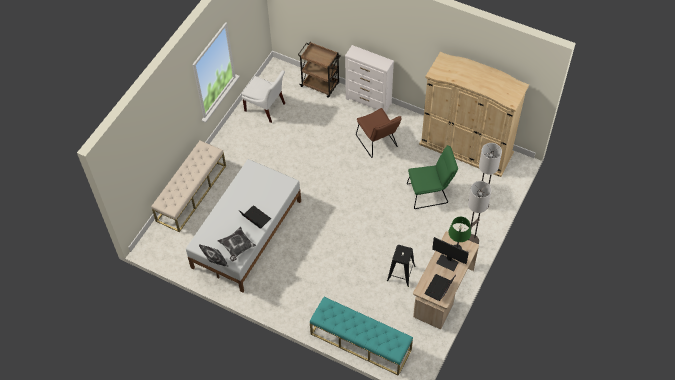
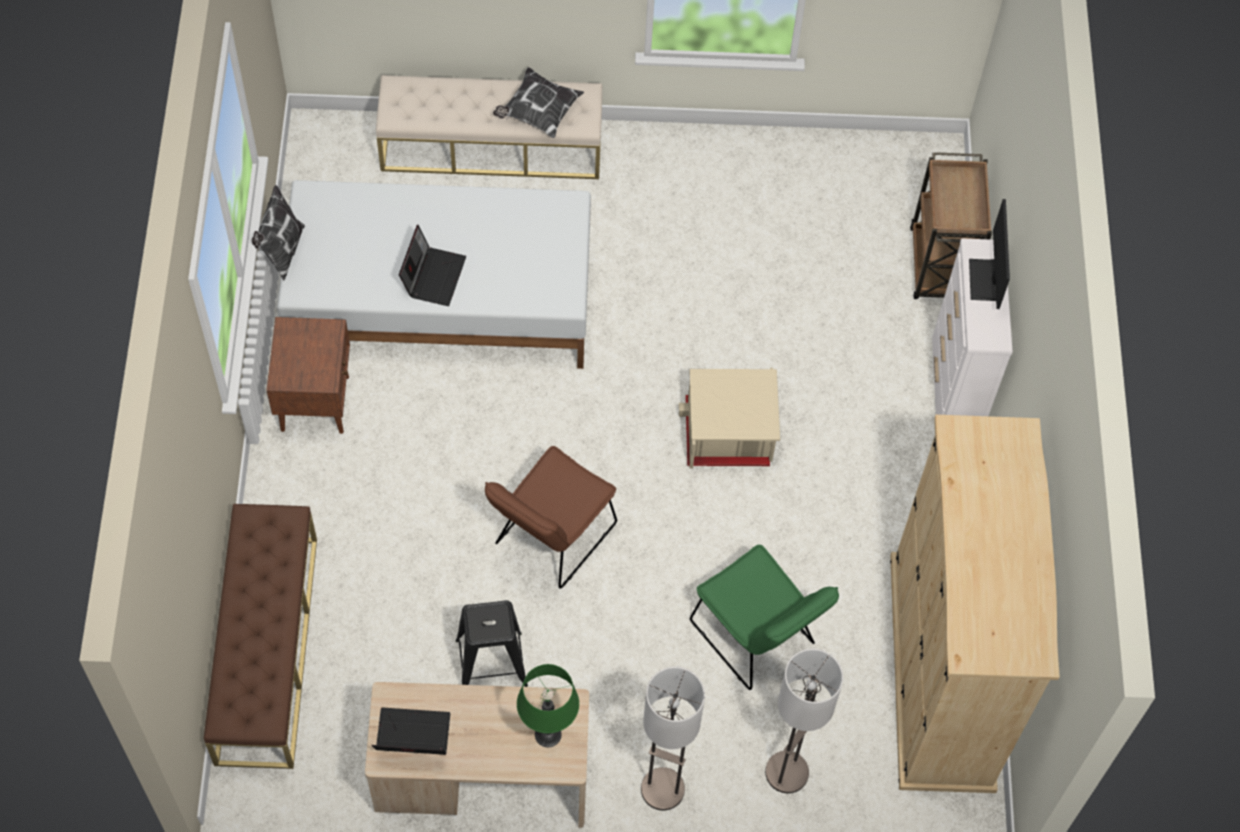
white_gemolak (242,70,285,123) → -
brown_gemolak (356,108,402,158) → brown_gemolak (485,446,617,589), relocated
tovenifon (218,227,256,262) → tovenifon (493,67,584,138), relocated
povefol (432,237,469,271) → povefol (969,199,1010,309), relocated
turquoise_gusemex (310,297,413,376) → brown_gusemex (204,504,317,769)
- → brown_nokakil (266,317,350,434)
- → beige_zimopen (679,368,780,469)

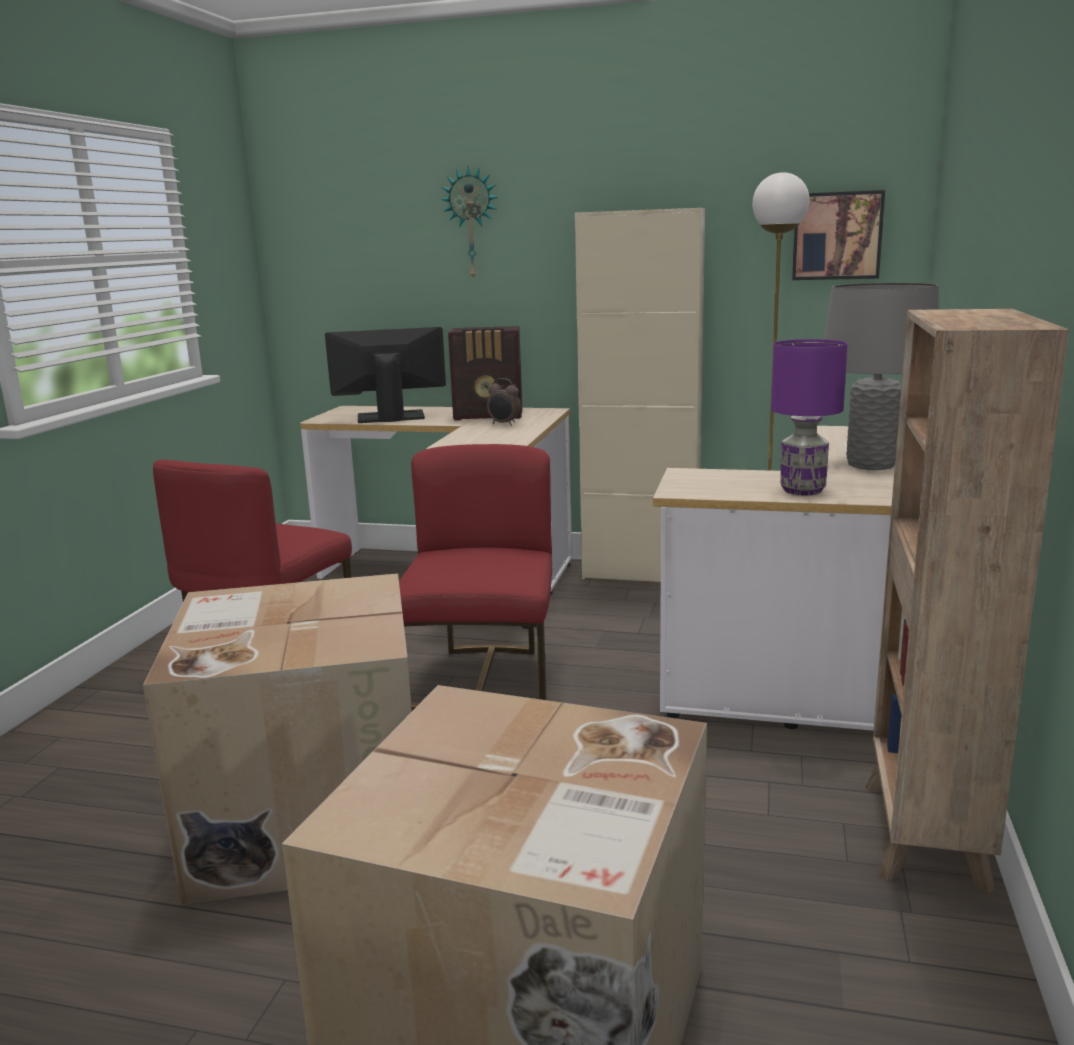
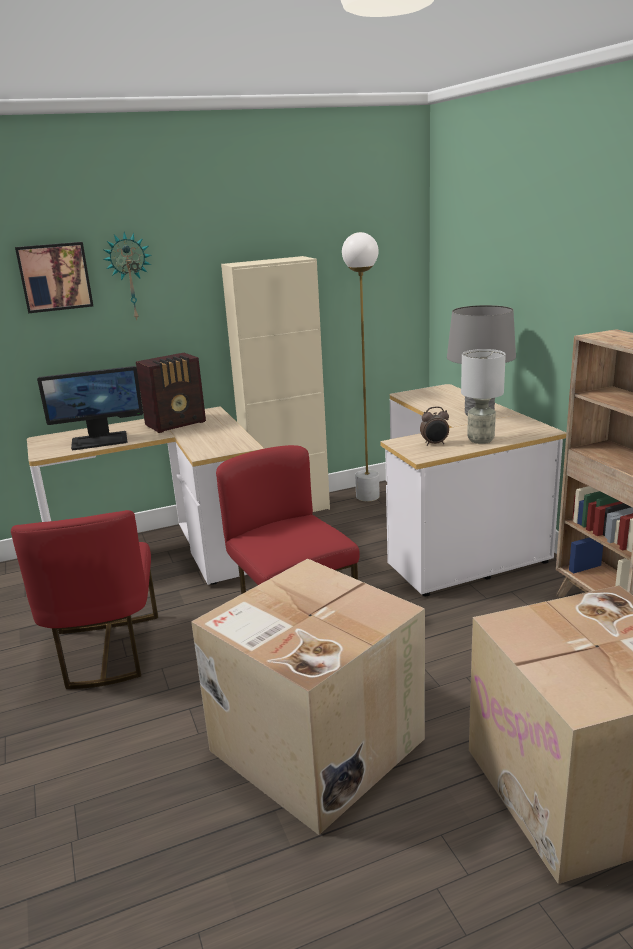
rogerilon (792,190,885,280) → rogerilon (15,242,93,313), relocated
povefol (325,327,446,423) → povefol (37,366,143,450), 150 degrees counterclockwise
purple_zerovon (771,339,848,496) → grey_zerovon (461,349,506,444)
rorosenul (487,378,521,425) → rorosenul (420,406,449,446), relocated

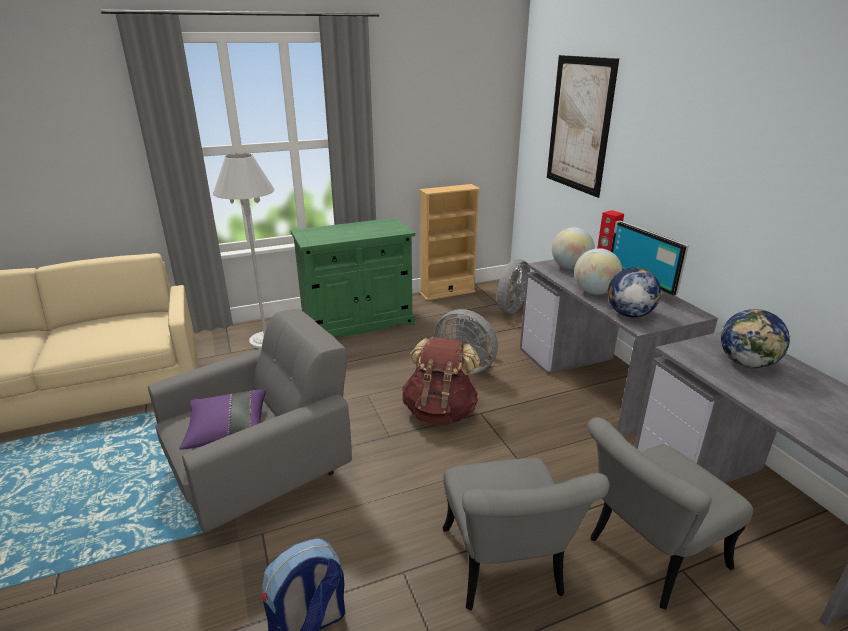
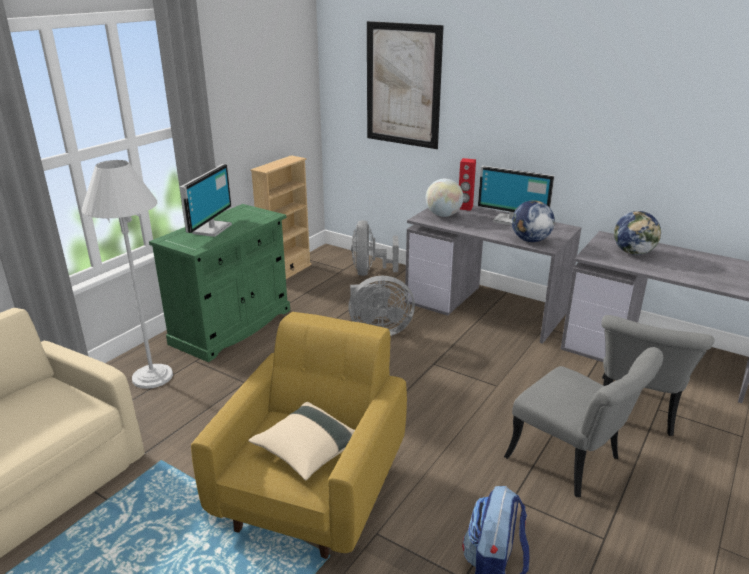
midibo (574,248,622,295) → -
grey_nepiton (148,309,352,533) → yellow_nepiton (191,312,407,559)
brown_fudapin (402,337,480,425) → -
purple_tovenifon (179,390,266,450) → beige_tovenifon (248,402,355,480)
- → povefol (179,164,232,237)

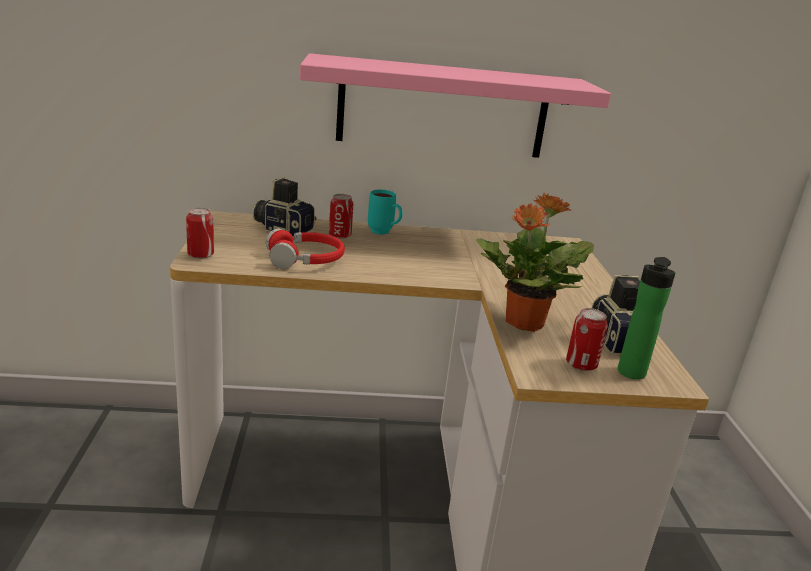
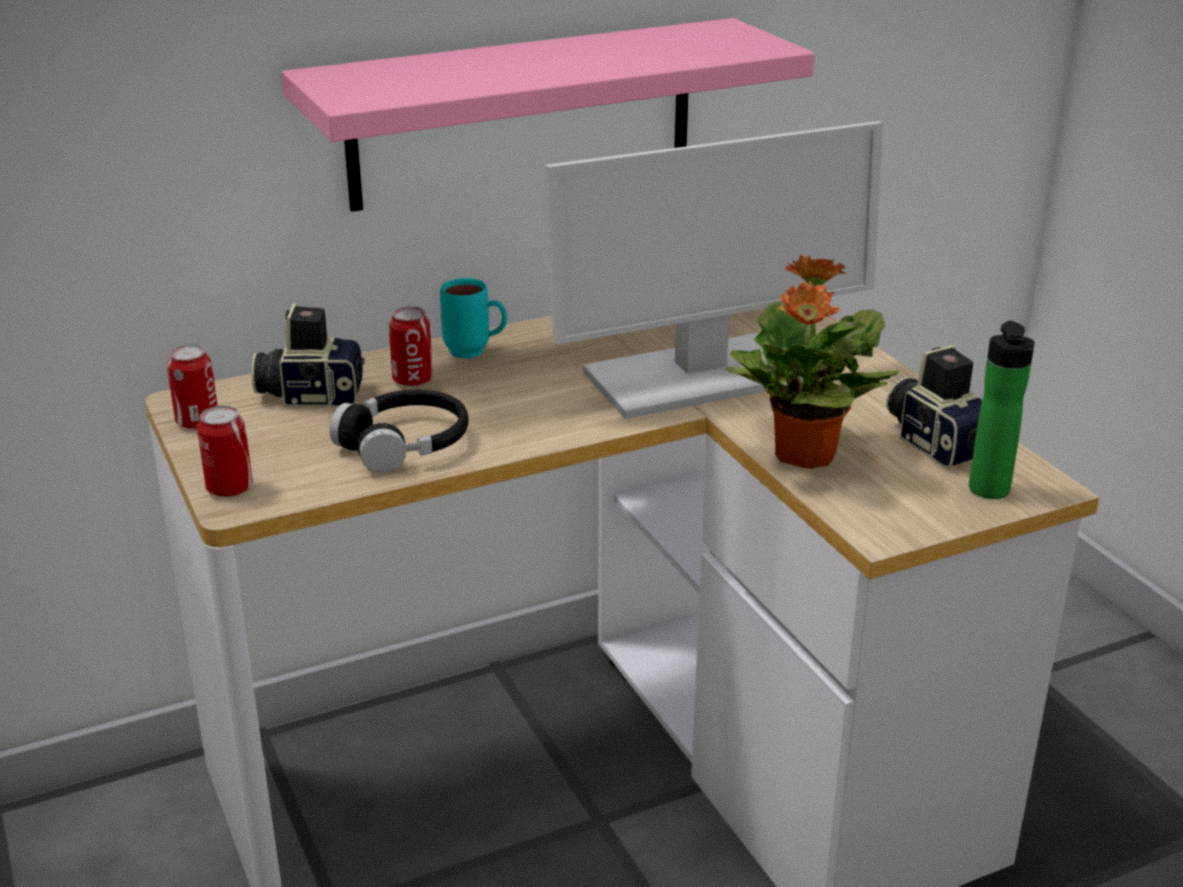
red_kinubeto (266,228,345,269) → black_kinubeto (330,389,469,473)
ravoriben (566,308,608,371) → ravoriben (167,344,218,429), relocated
- → povefol (545,121,883,419)

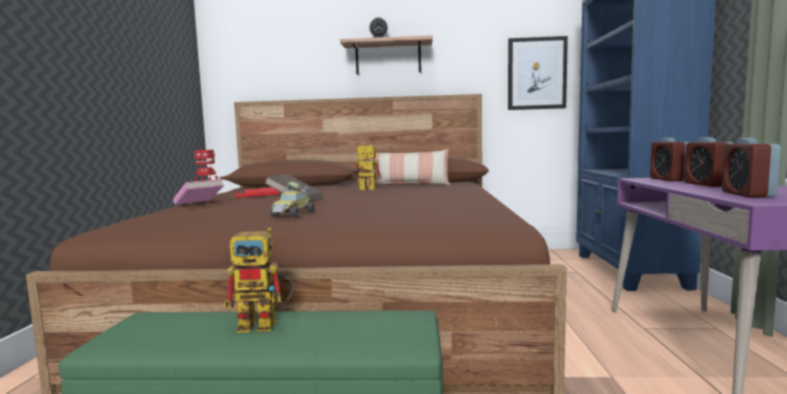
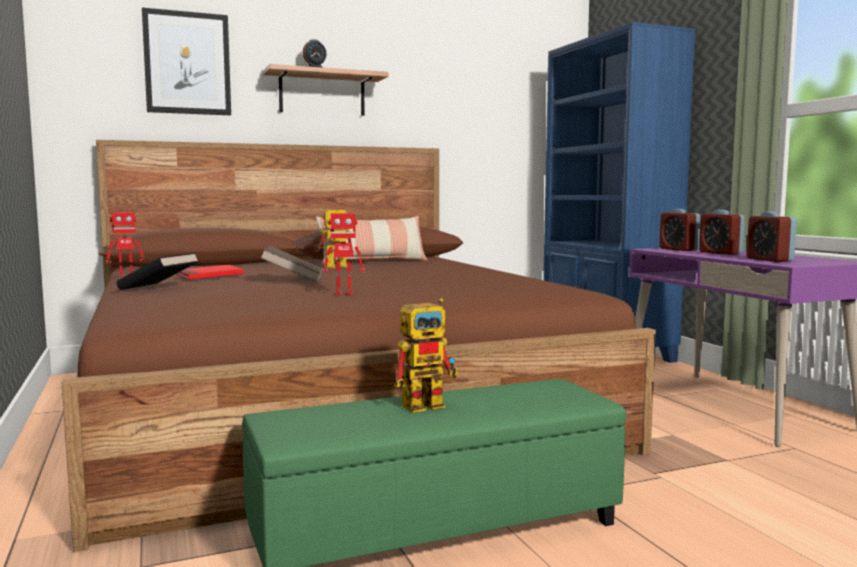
rogerilon (508,36,568,110) → rogerilon (142,8,231,115), relocated
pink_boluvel (173,179,224,205) → black_boluvel (116,253,199,290)
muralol (270,182,315,217) → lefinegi (323,213,365,295)

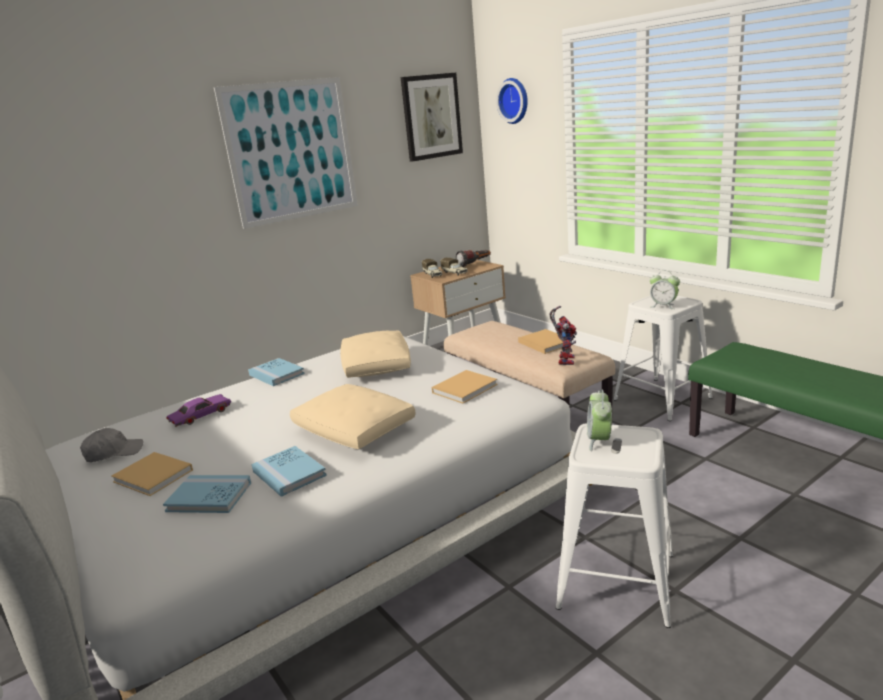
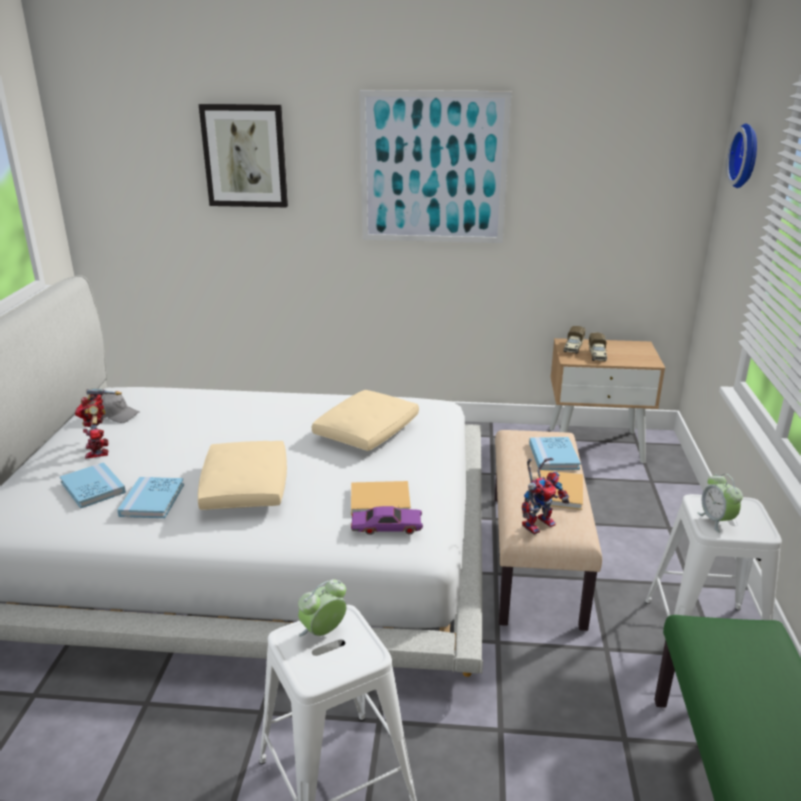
rogerilon (401,73,463,162) → rogerilon (199,104,288,208), relocated
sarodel (456,250,491,267) → -
blue_boluvel (248,358,304,386) → blue_boluvel (529,437,581,470), relocated
purple_muralol (166,394,231,427) → purple_muralol (351,506,423,535), relocated
beige_boluvel (111,452,193,496) → lefinegi (75,389,122,458)

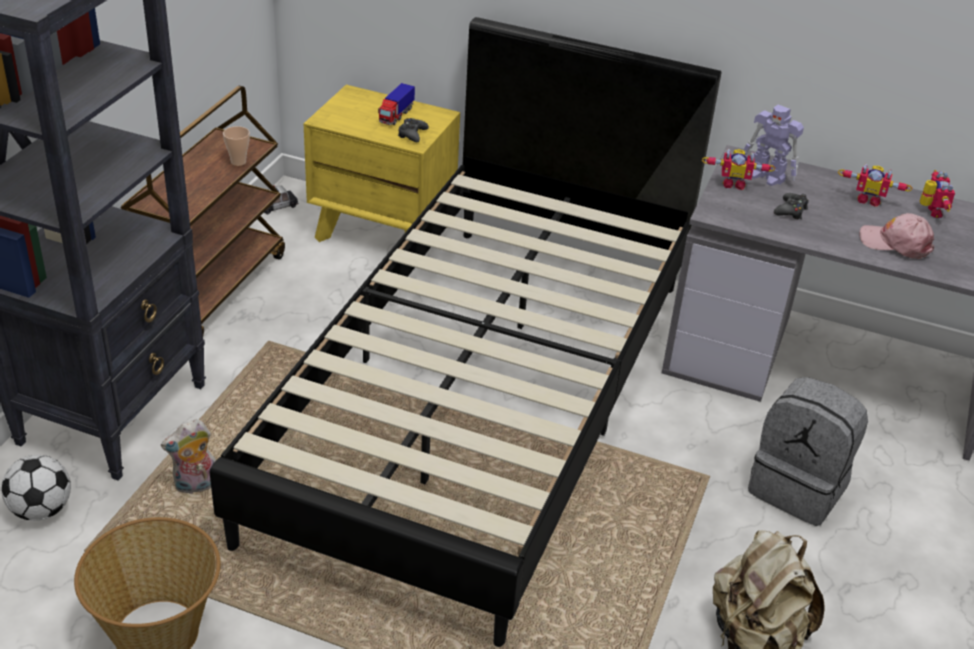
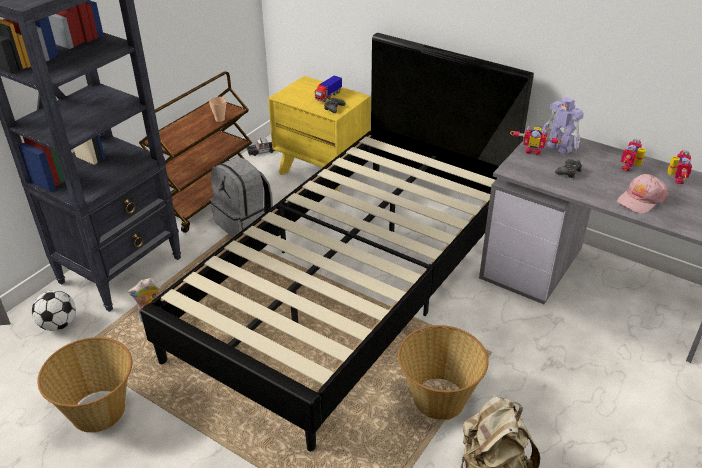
lefinegi (838,164,912,207) → lefinegi (621,139,646,171), 90 degrees clockwise
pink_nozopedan (860,213,934,259) → pink_nozopedan (617,174,669,214), 75 degrees counterclockwise
grey_fudapin (748,377,868,526) → grey_fudapin (210,156,273,237), relocated
- → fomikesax (398,325,488,420)

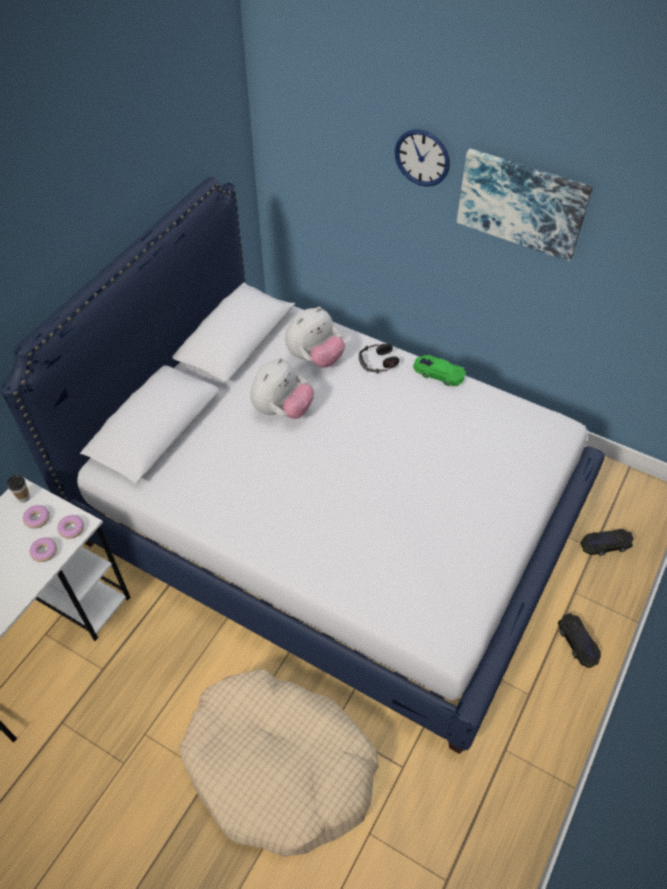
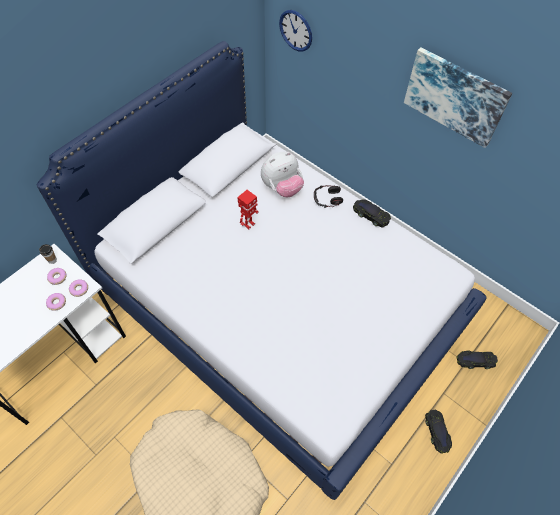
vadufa (395,129,450,187) → vadufa (279,10,312,52), relocated
green_muralol (413,355,466,386) → black_muralol (353,200,391,228)
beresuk (251,358,314,419) → lefinegi (237,190,259,229)

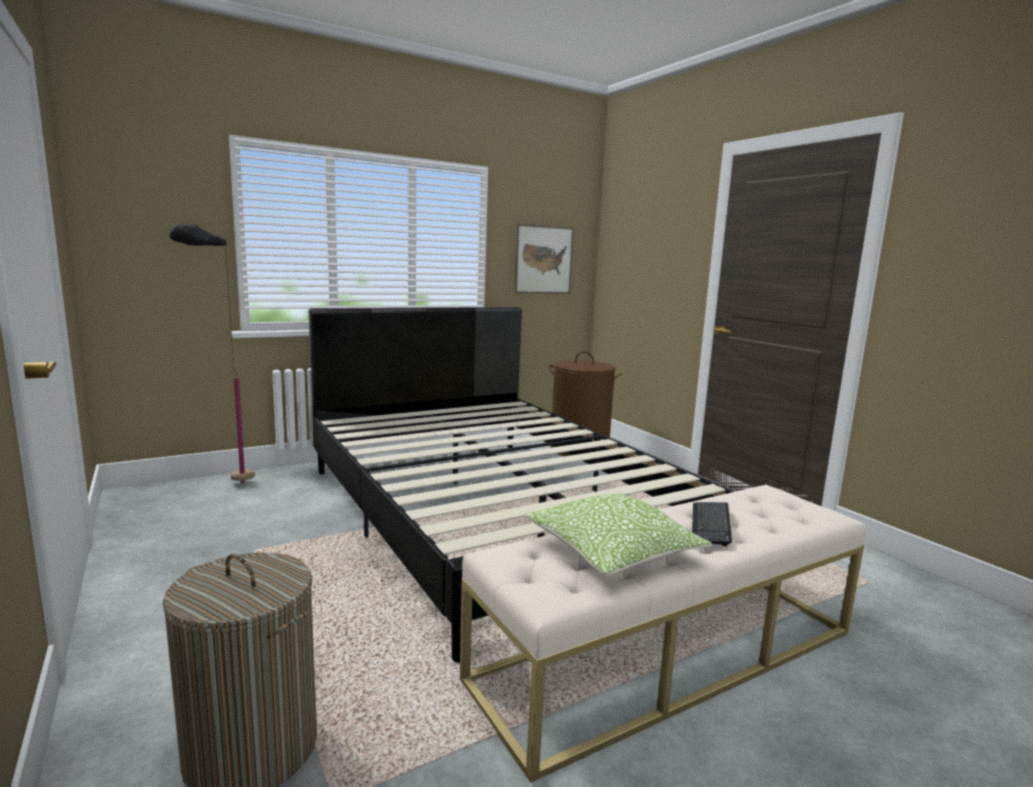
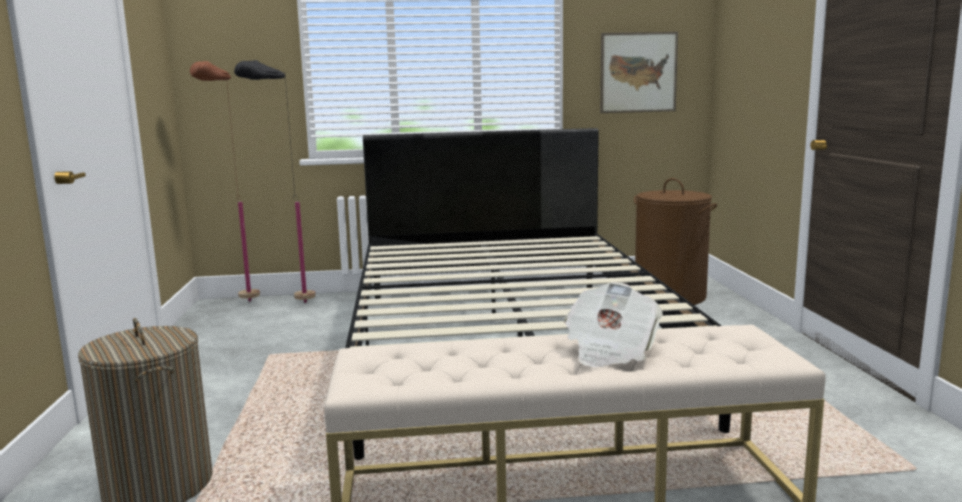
tovenifon (524,493,713,575) → -
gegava (692,502,732,547) → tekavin (564,282,663,367)
- → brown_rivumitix (190,61,260,302)

